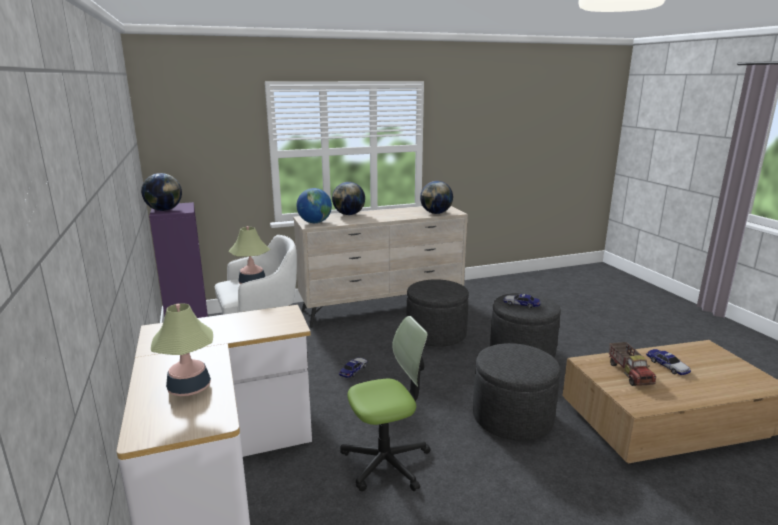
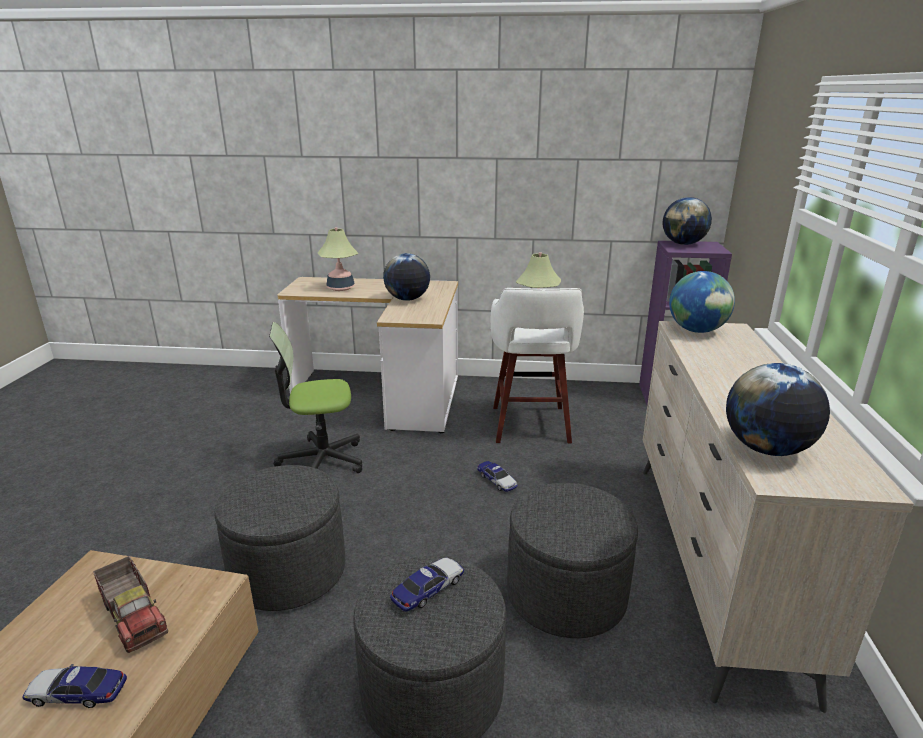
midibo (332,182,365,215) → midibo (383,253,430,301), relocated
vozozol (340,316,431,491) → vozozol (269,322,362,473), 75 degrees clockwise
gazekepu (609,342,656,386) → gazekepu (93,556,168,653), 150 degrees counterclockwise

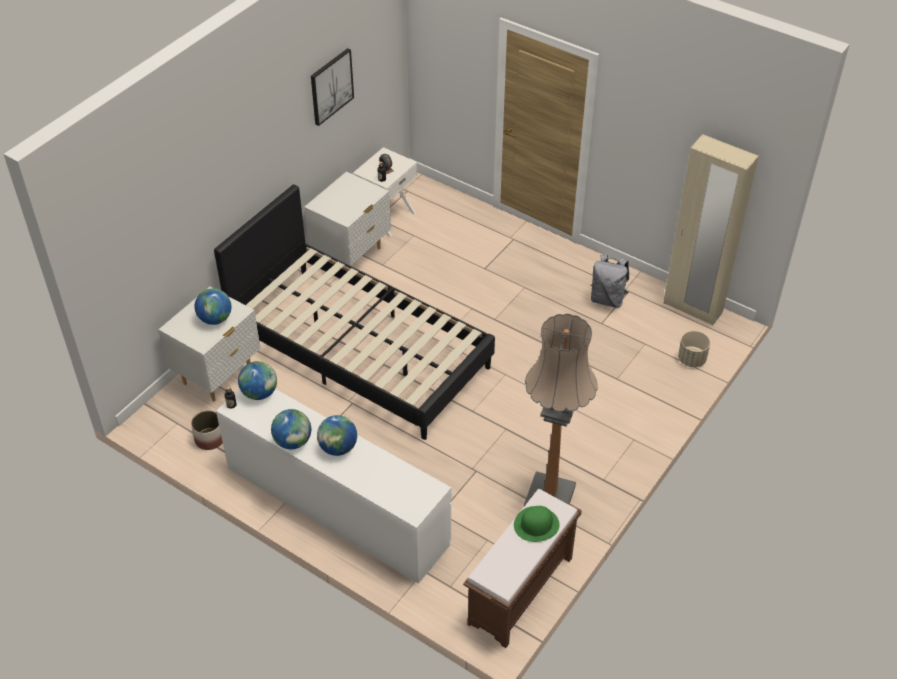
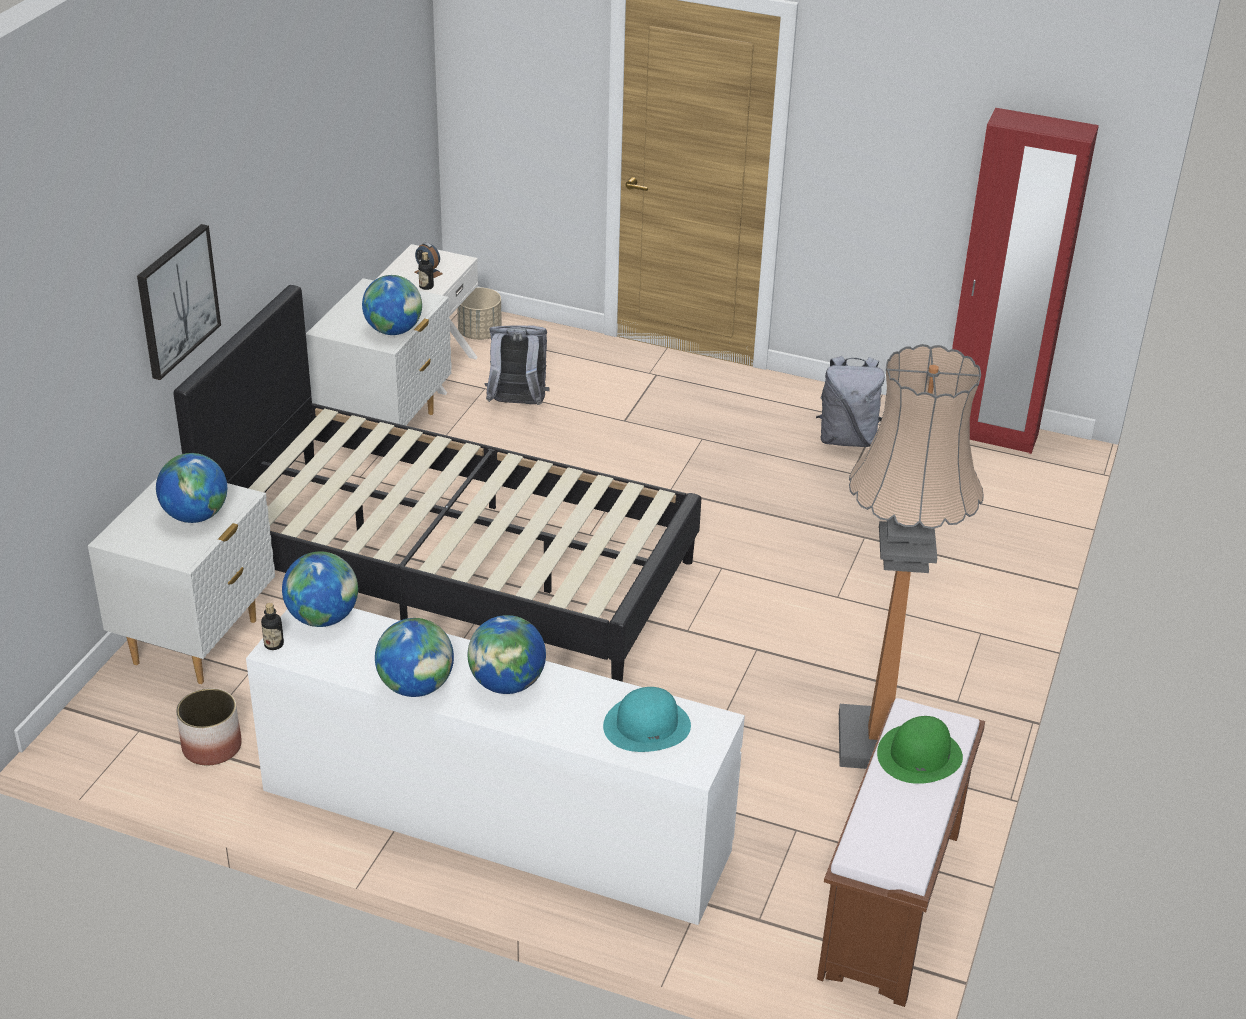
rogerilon (311,48,354,126) → rogerilon (137,224,221,380), relocated
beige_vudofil (664,134,759,326) → red_vudofil (952,108,1099,454)
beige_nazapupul (678,331,710,367) → beige_nazapupul (457,288,502,340), relocated
- → midibo (362,275,422,335)
- → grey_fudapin (484,325,550,405)
- → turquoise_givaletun (603,687,691,752)

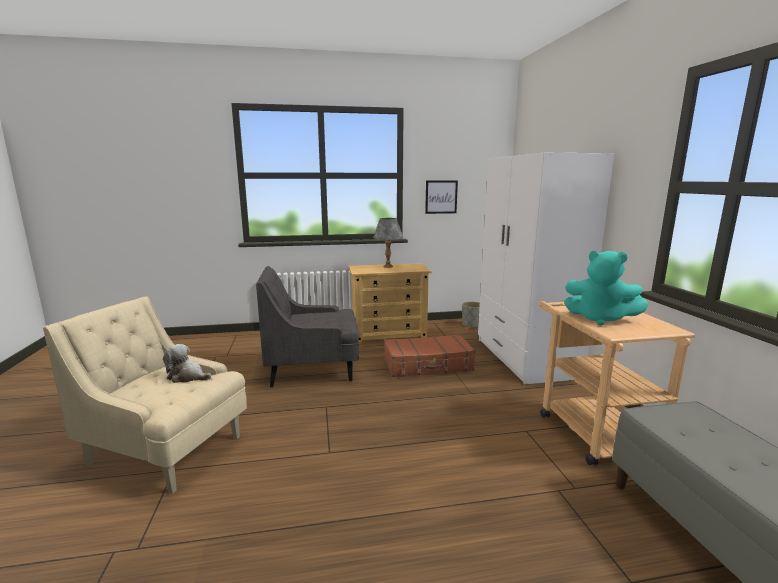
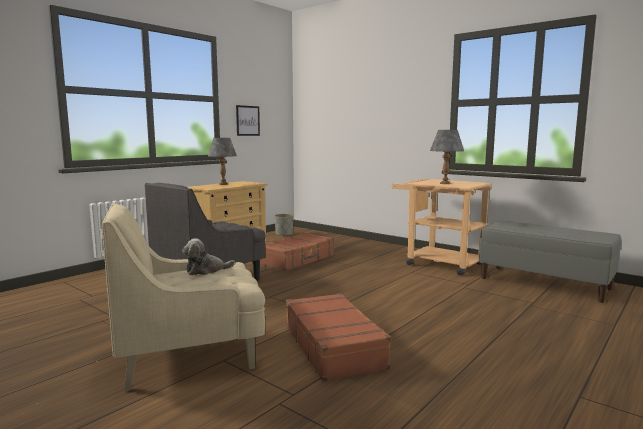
white_vudofil (478,153,614,384) → -
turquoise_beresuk (564,251,648,326) → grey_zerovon (430,130,464,184)
- → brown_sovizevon (286,293,391,381)

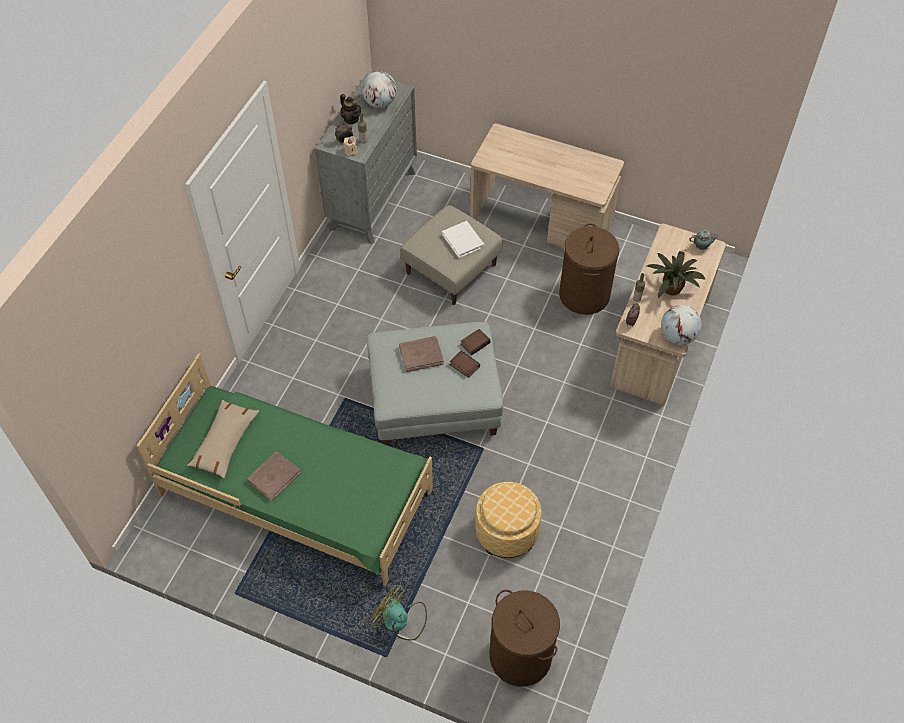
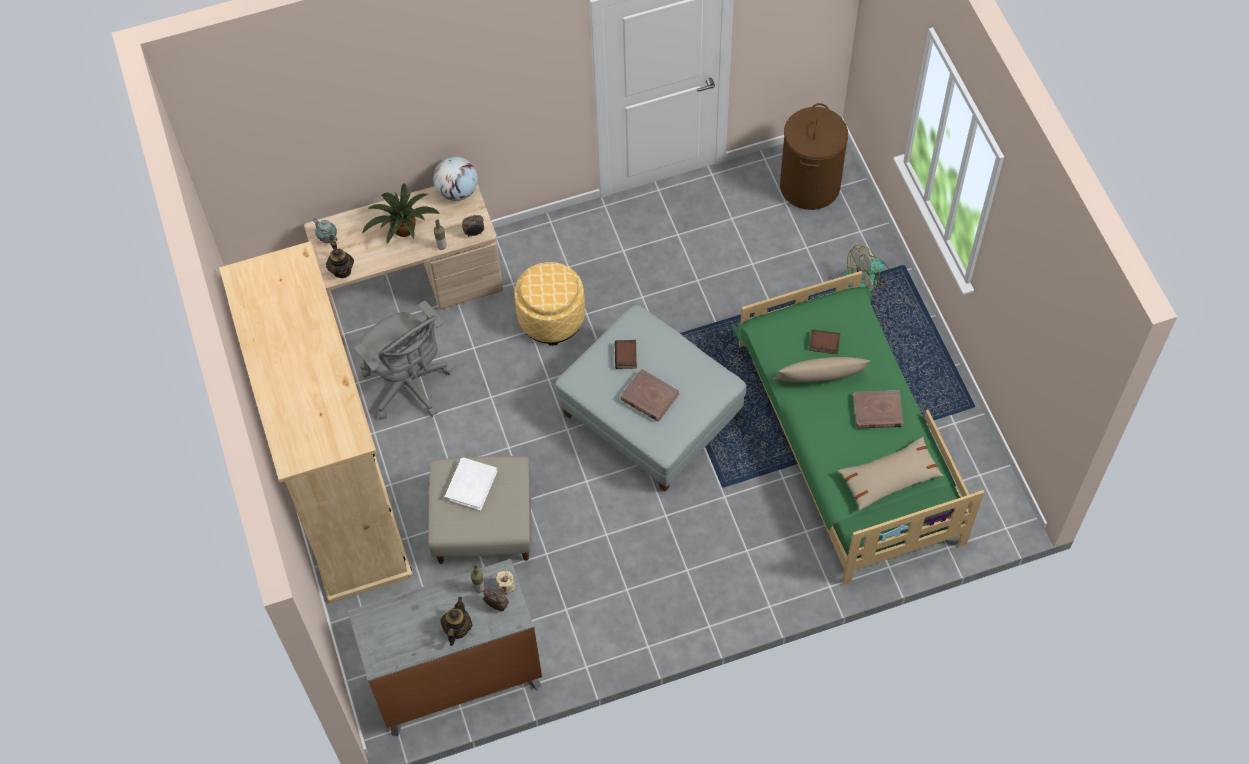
midibo (362,71,397,108) → -
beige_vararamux (470,123,624,248) → beige_vudofil (219,241,413,604)
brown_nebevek (559,223,619,315) → grey_vozozol (354,301,453,419)
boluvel (460,329,491,355) → boluvel (809,330,841,354), relocated
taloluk (475,482,542,558) → taloluk (514,262,585,346), relocated
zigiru (370,585,427,641) → zigiru (843,245,892,292), 75 degrees clockwise
- → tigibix (326,240,354,278)
- → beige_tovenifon (773,357,870,382)

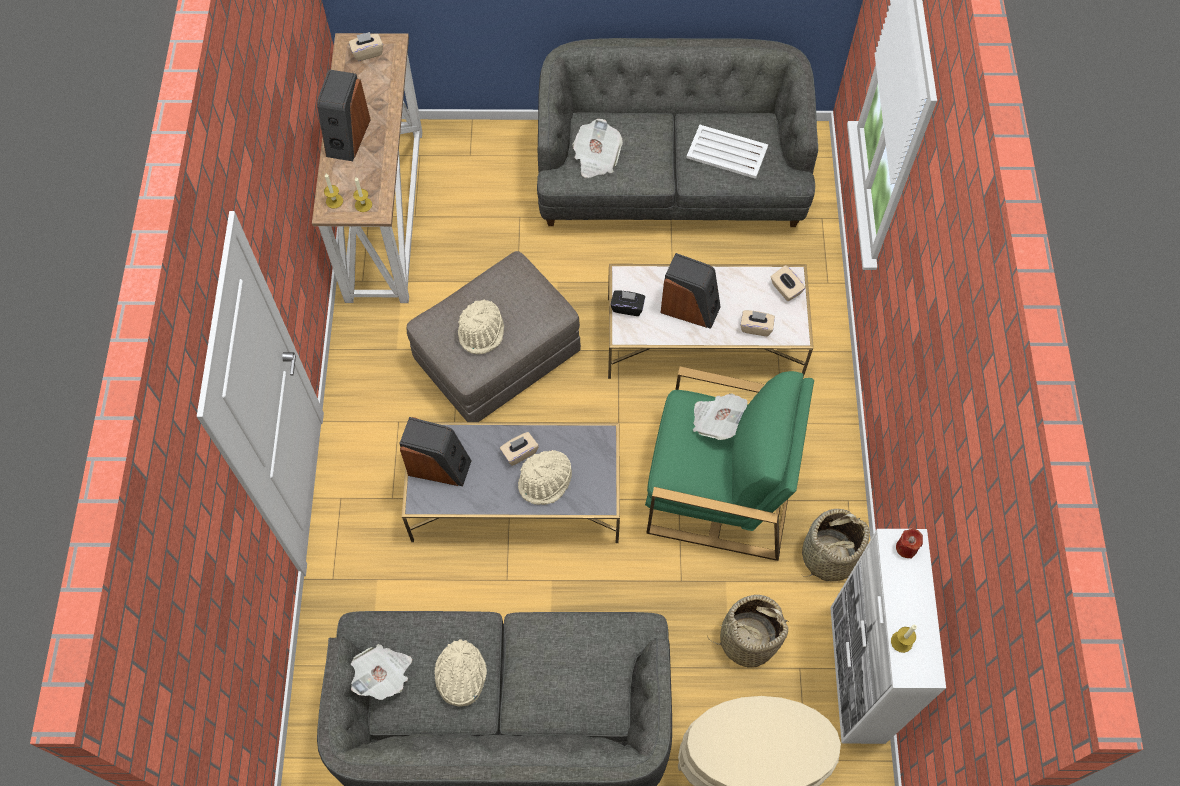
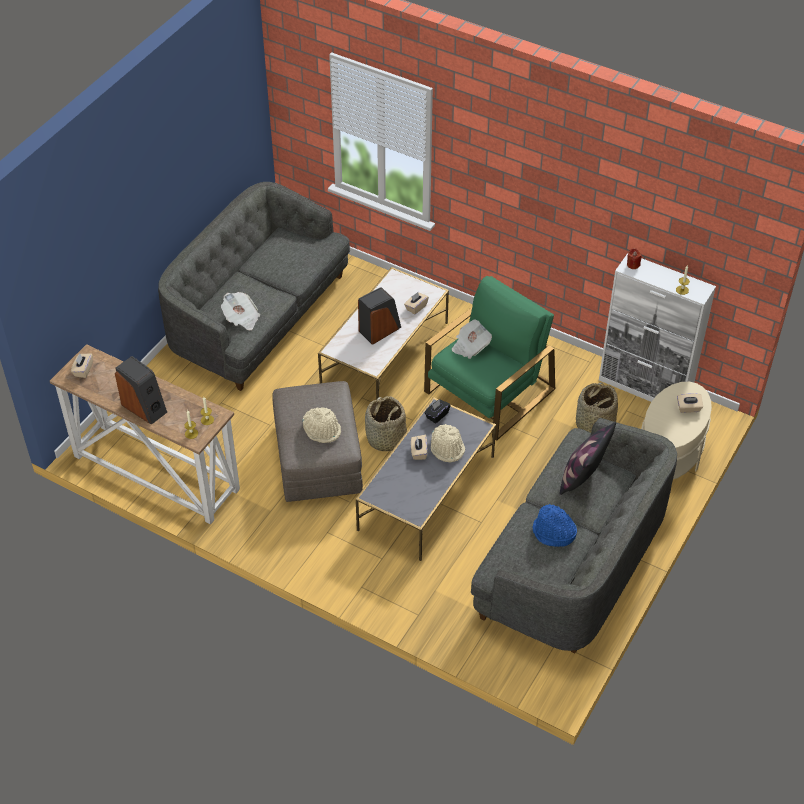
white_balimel (686,125,768,179) → -
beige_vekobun (771,265,805,301) → beige_vekobun (677,393,703,413), relocated
black_vekobun (610,290,645,316) → black_vekobun (424,399,451,424), relocated
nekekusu (399,417,472,487) → -
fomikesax (802,509,870,581) → fomikesax (365,396,407,451), relocated
beige_givaletun (434,639,487,707) → blue_givaletun (533,504,577,547)
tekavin (351,644,412,700) → -
- → tovenifon (560,422,616,495)

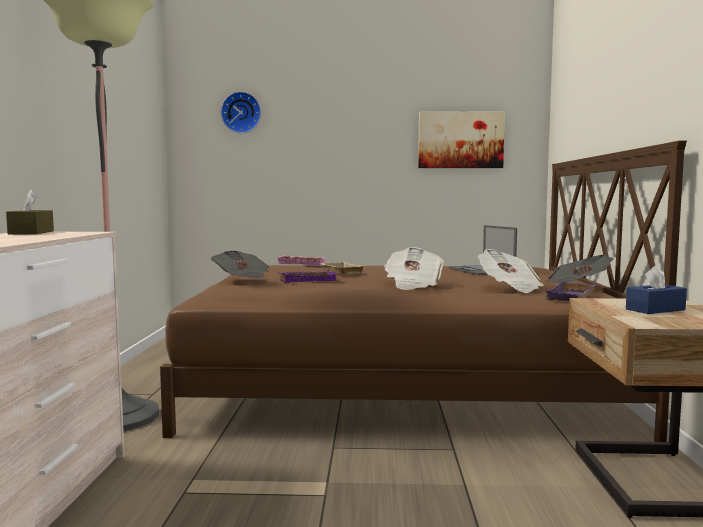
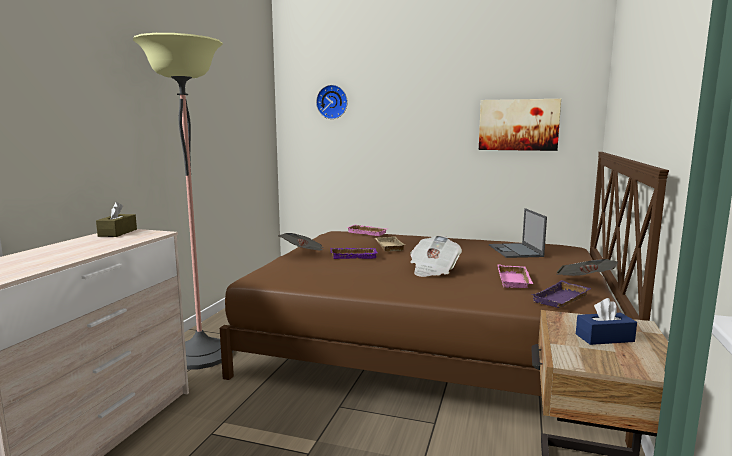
tekavin (478,249,544,293) → pink_balimel (497,264,533,288)

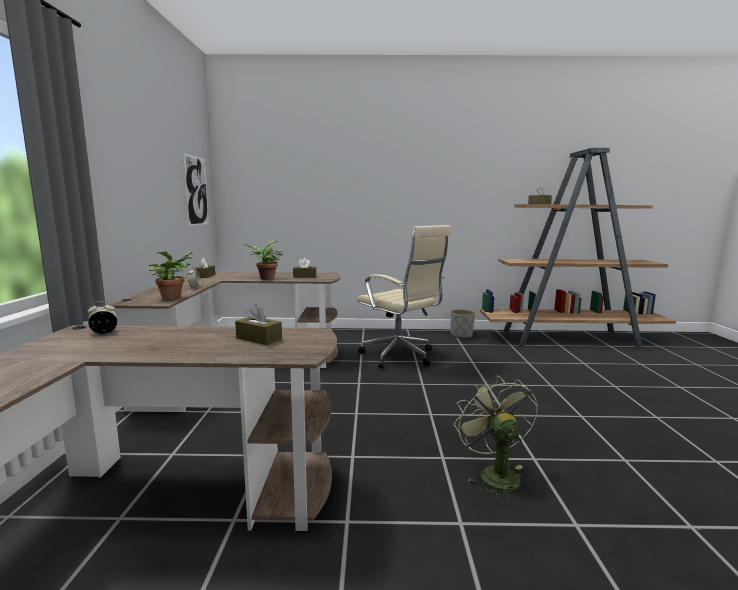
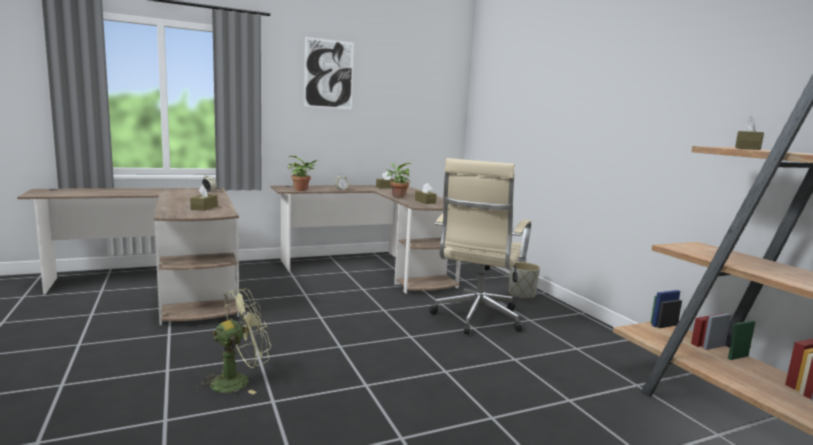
rogerilon (183,153,209,226) → rogerilon (304,37,354,109), relocated
grey_nazapupul (451,309,475,338) → grey_nazapupul (509,262,540,299), relocated

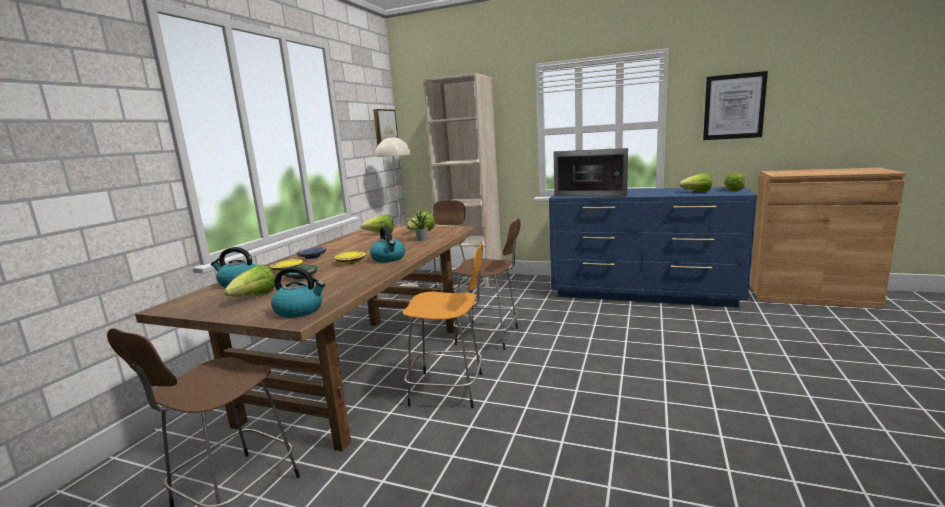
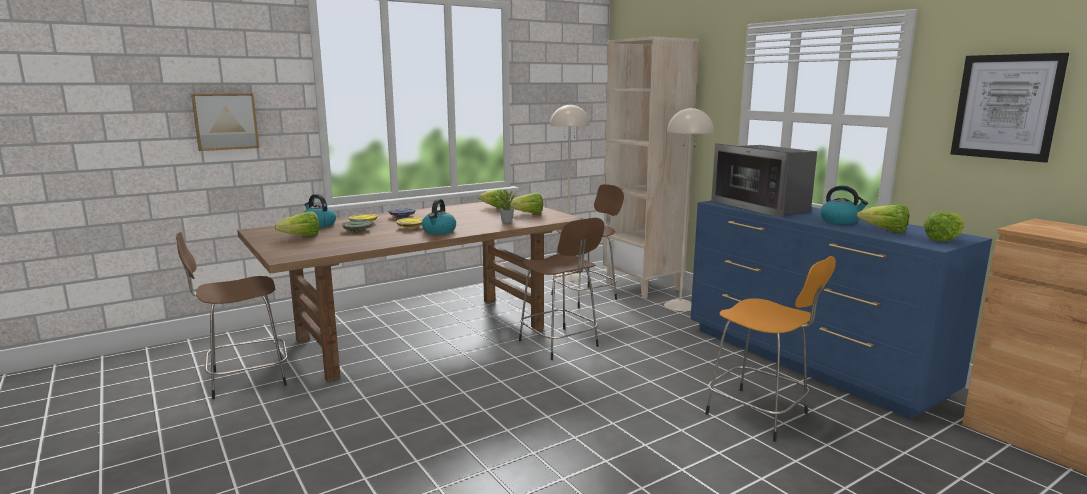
rogerilon (373,109,398,146) → rogerilon (191,93,259,151), relocated
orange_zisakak (402,242,483,408) → orange_zisakak (705,256,836,442), relocated
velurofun (271,266,325,318) → velurofun (820,186,868,224), relocated
- → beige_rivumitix (664,107,714,311)

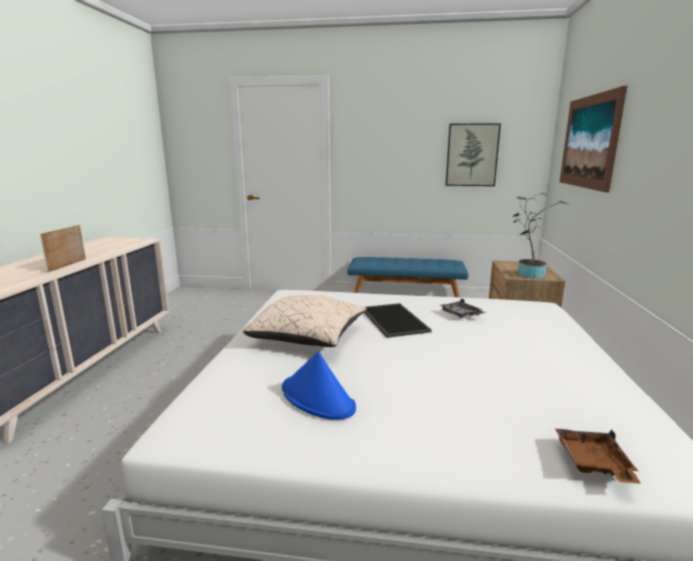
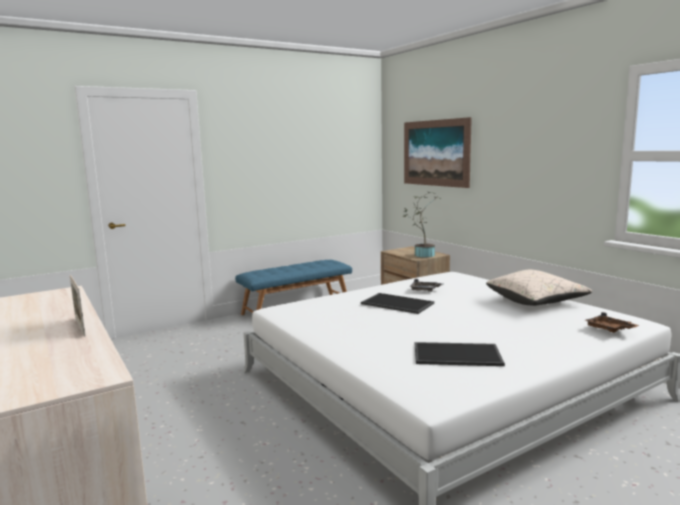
rogerilon (446,123,501,186) → -
beige_tovenifon (243,295,366,347) → beige_tovenifon (486,270,592,306), relocated
blue_givaletun (282,351,356,420) → balimel (415,342,505,366)

